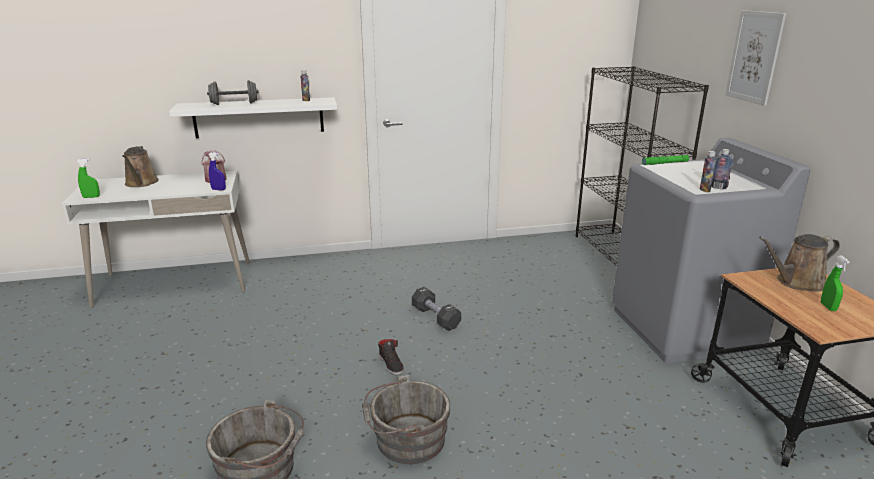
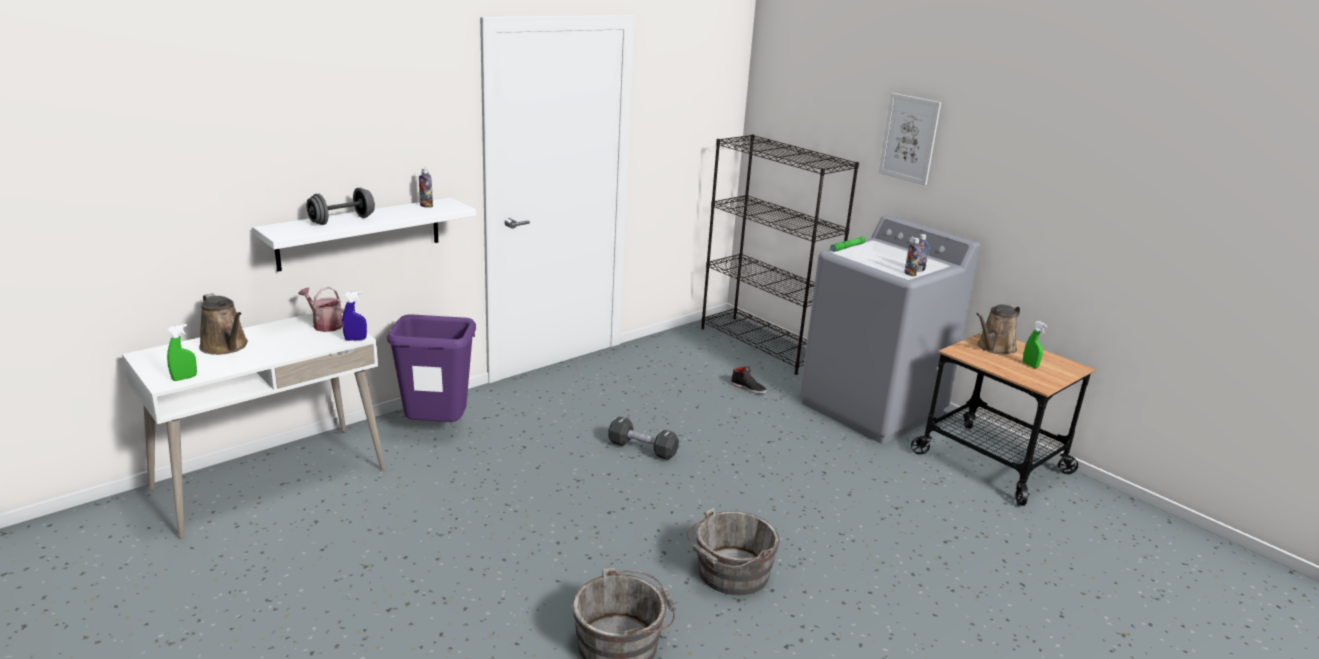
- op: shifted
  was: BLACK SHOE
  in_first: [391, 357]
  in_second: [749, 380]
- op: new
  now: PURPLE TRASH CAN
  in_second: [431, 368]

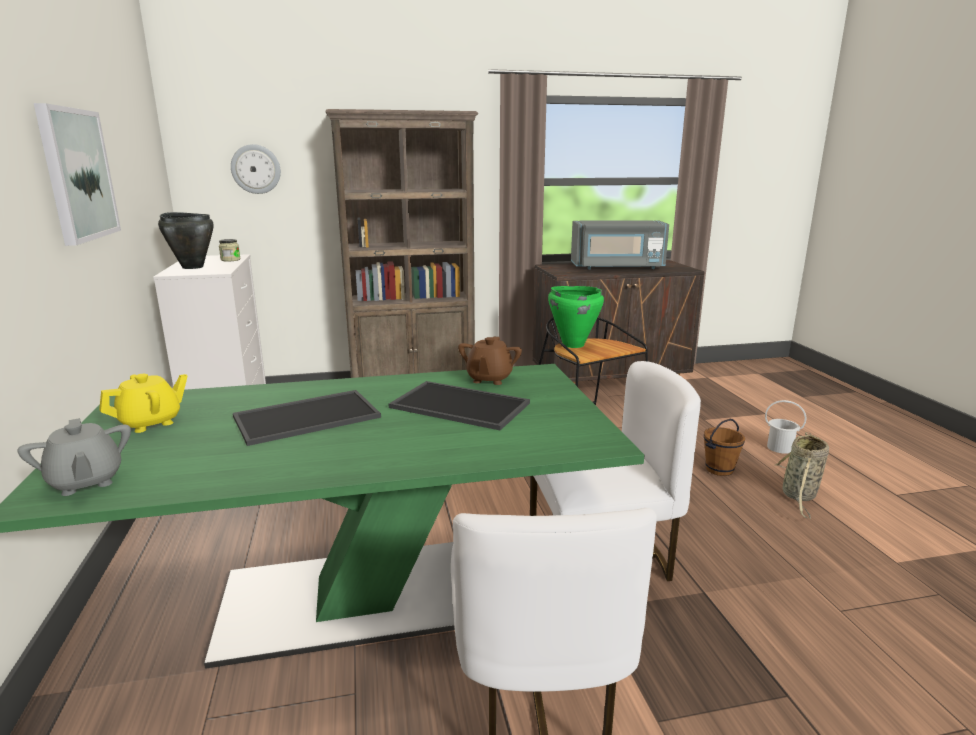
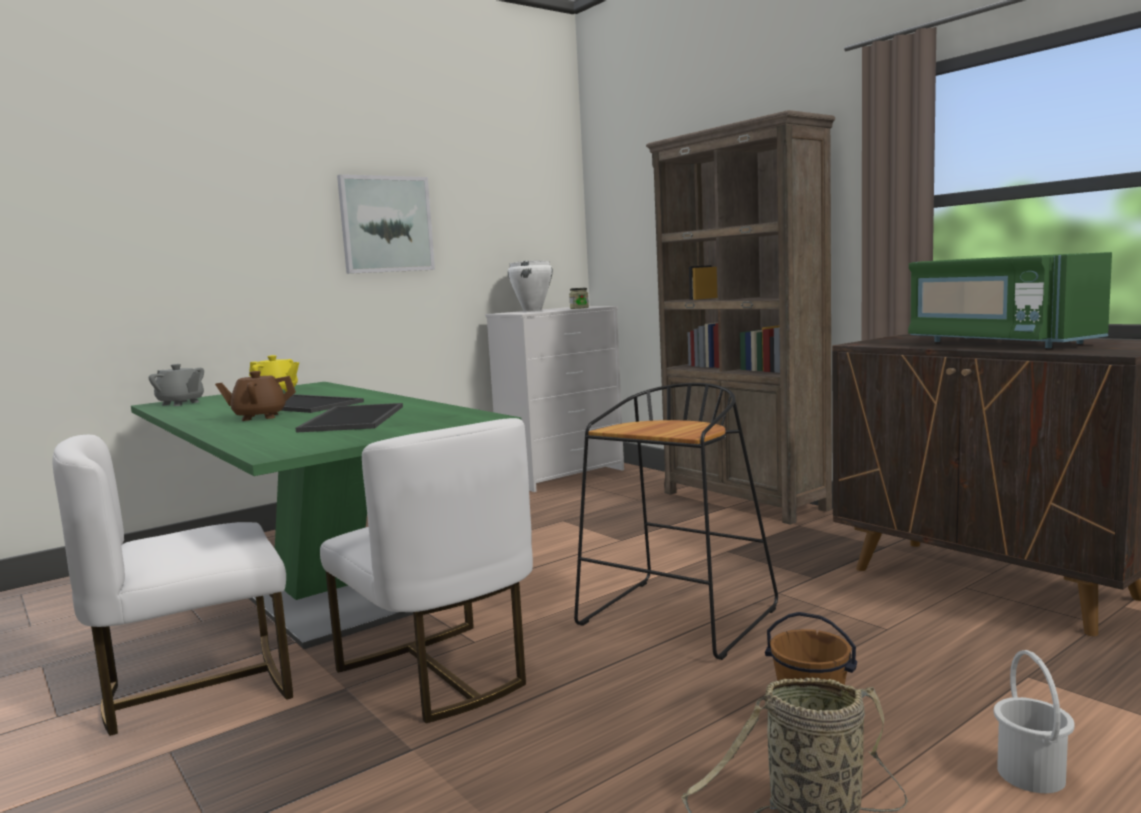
- op: gone
  was: WALL CLOCK
  in_first: [256, 169]
- op: repainted
  was: BLACK COOKING POT
  now: WHITE COOKING POT
  in_first: [186, 240]
  in_second: [530, 286]
- op: repainted
  was: GREY MICROWAVE
  now: GREEN MICROWAVE
  in_first: [620, 244]
  in_second: [1010, 300]
- op: gone
  was: GREEN COOKING POT
  in_first: [576, 317]
- op: shifted
  was: BROWN TEAPOT
  in_first: [490, 360]
  in_second: [255, 396]
- op: rotated
  was: GREY TEAPOT
  in_first: [74, 457]
  in_second: [176, 385]
  clockwise: -90

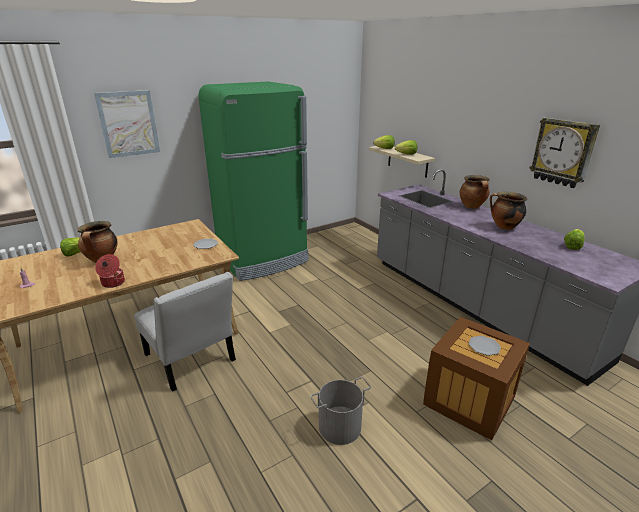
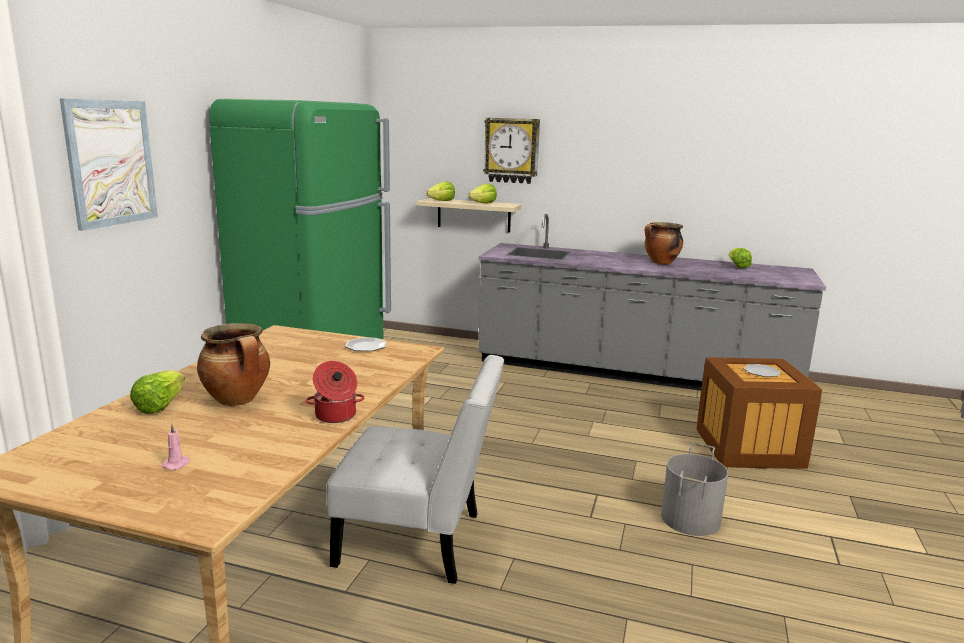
- op: shifted
  was: WALL CLOCK
  in_first: [564, 152]
  in_second: [511, 151]
- op: gone
  was: COOKING POT
  in_first: [474, 192]

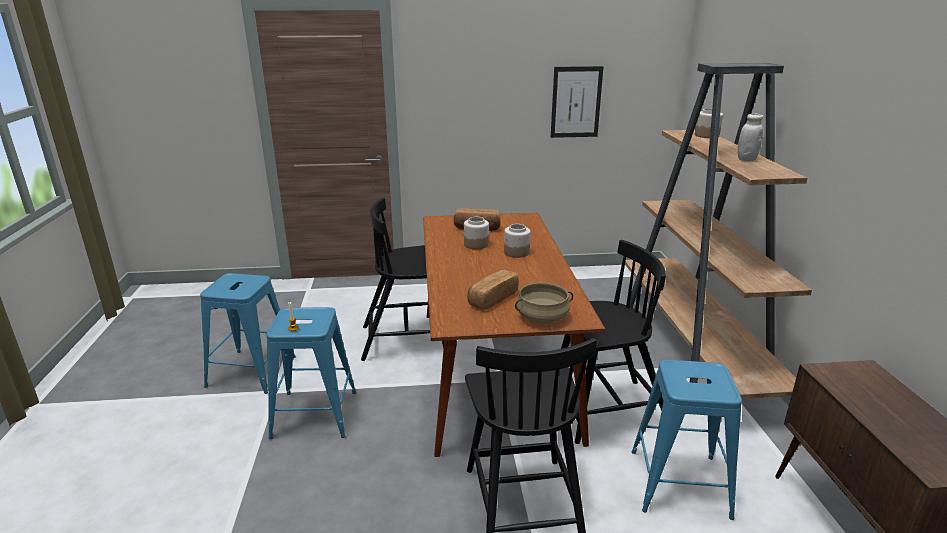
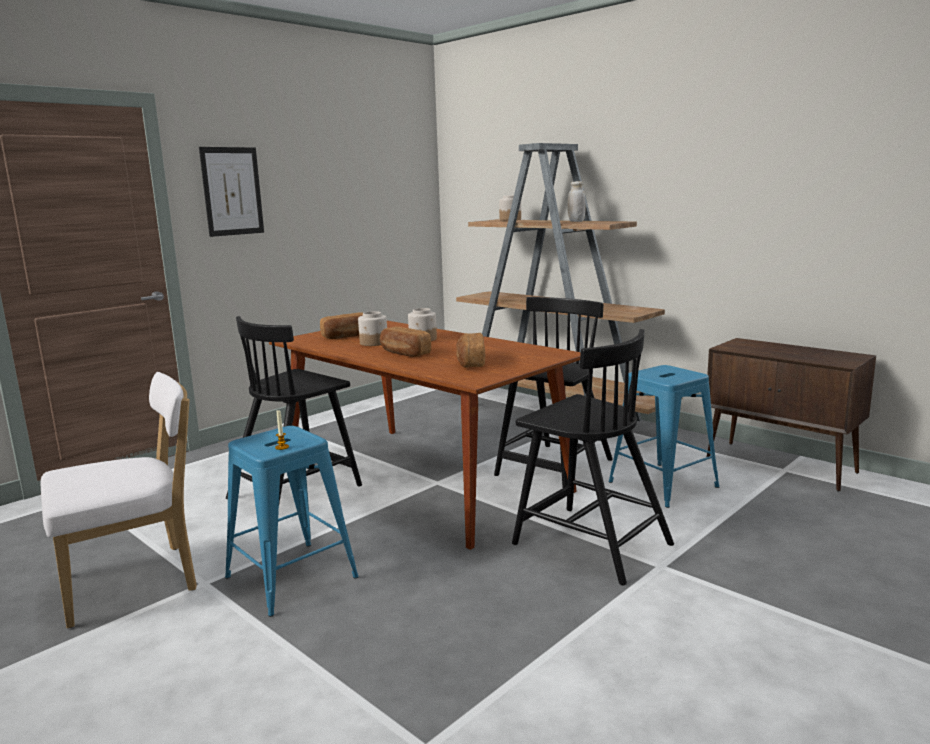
- op: shifted
  was: PICTURE
  in_first: [577, 102]
  in_second: [231, 192]
- op: swapped
  was: BLUE STOOL
  now: WHITE CHAIR
  in_first: [248, 333]
  in_second: [119, 500]
- op: gone
  was: BEIGE COOKING POT
  in_first: [544, 302]
- op: new
  now: BREAD
  in_second: [405, 341]

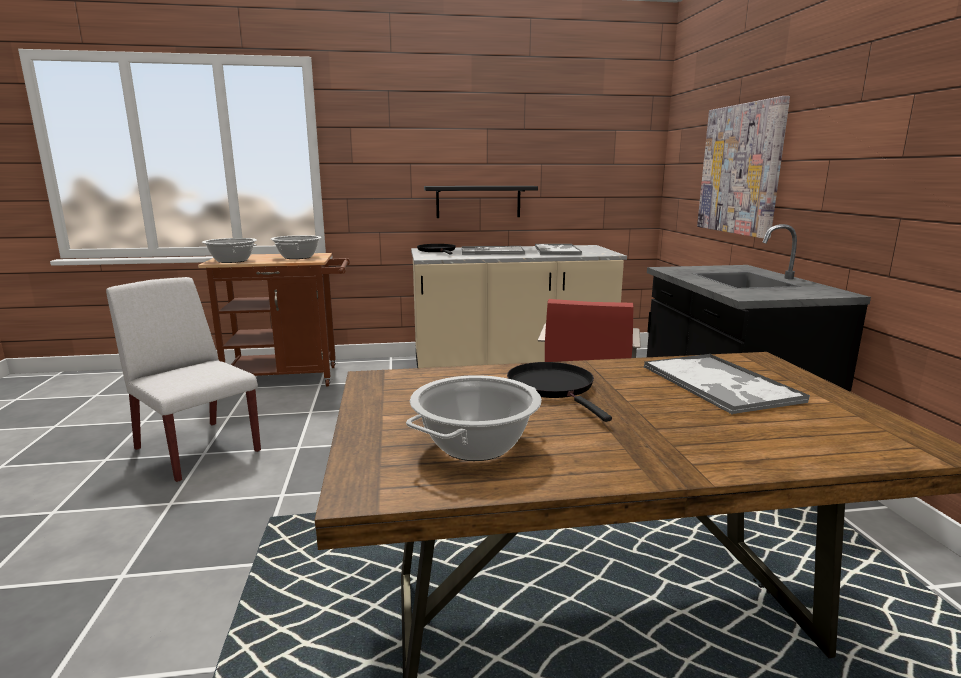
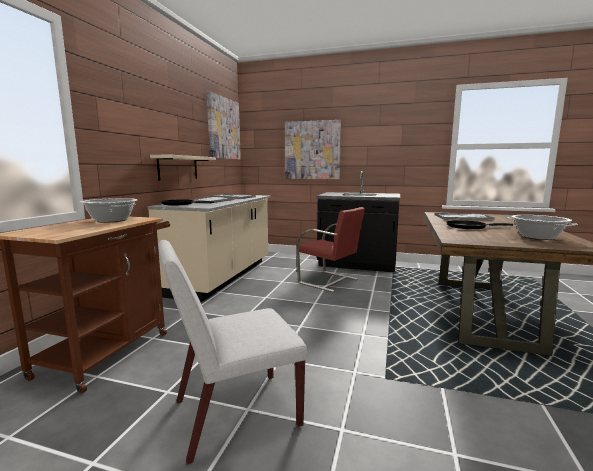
- op: repainted
  was: BLACK SHELF
  now: BEIGE SHELF
  in_first: [481, 202]
  in_second: [183, 168]
- op: gone
  was: COOKING POT
  in_first: [229, 250]
- op: new
  now: PICTURE
  in_second: [224, 125]

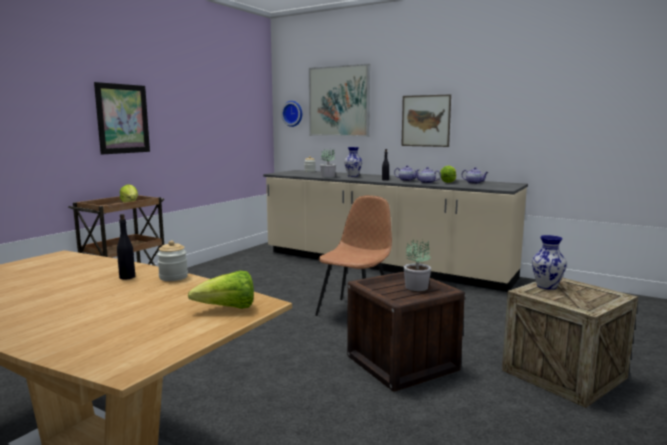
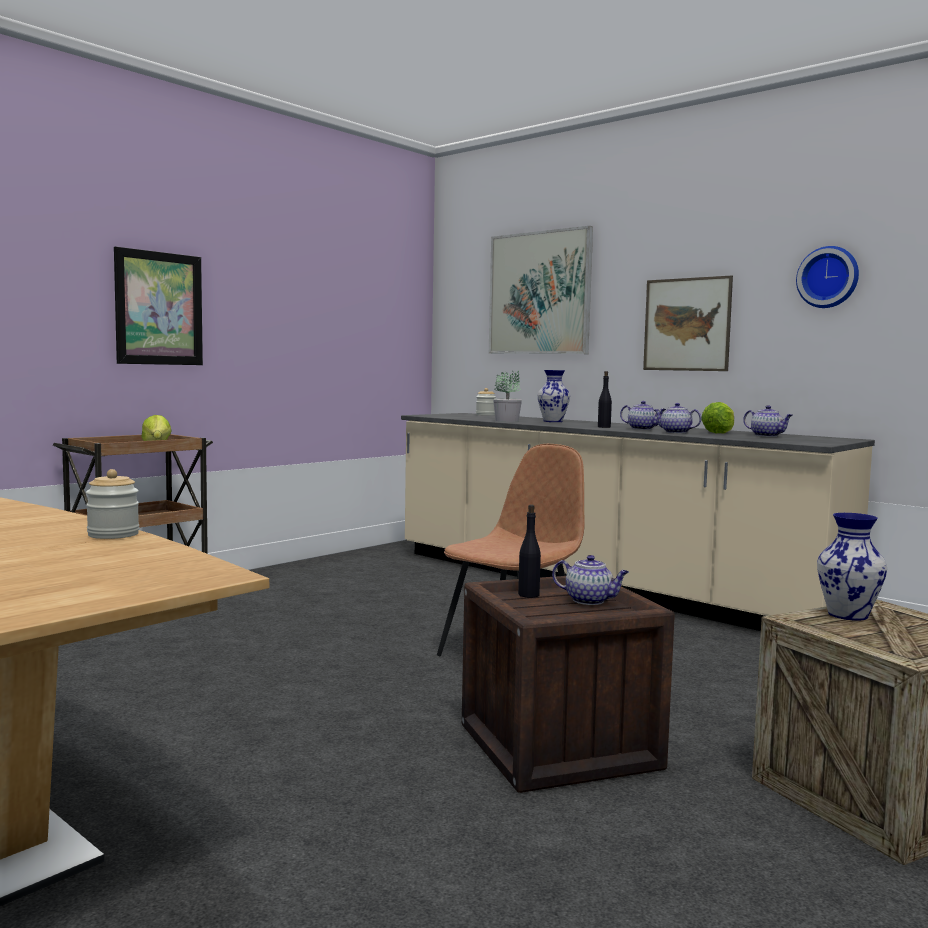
- op: shifted
  was: WALL CLOCK
  in_first: [291, 114]
  in_second: [827, 277]
- op: shifted
  was: BLACK BOTTLE
  in_first: [126, 247]
  in_second: [529, 551]
- op: swapped
  was: POTTED PLANT
  now: TEAPOT
  in_first: [417, 265]
  in_second: [590, 580]
- op: gone
  was: LETTUCE
  in_first: [221, 290]

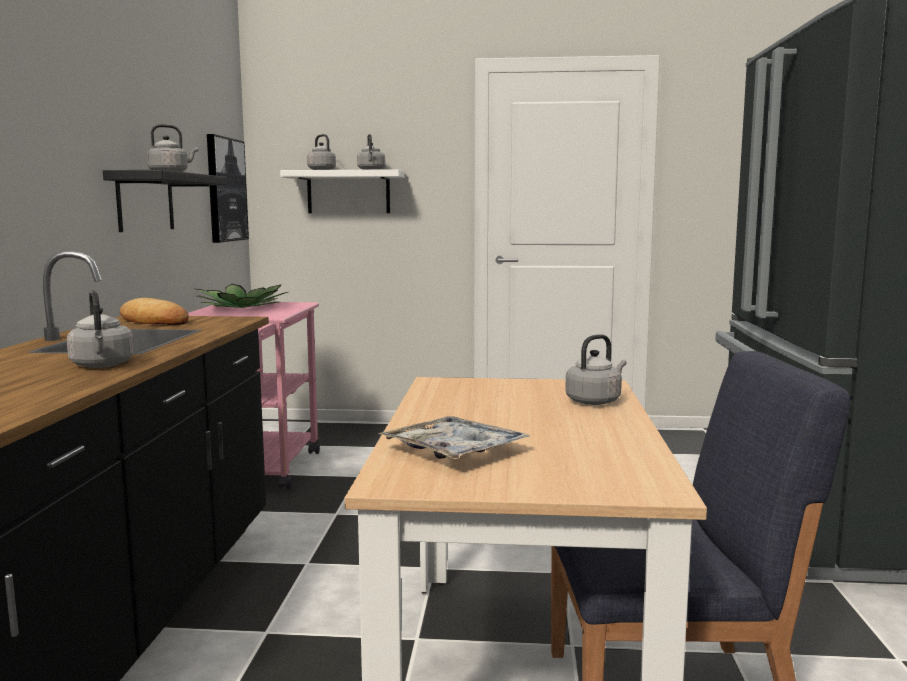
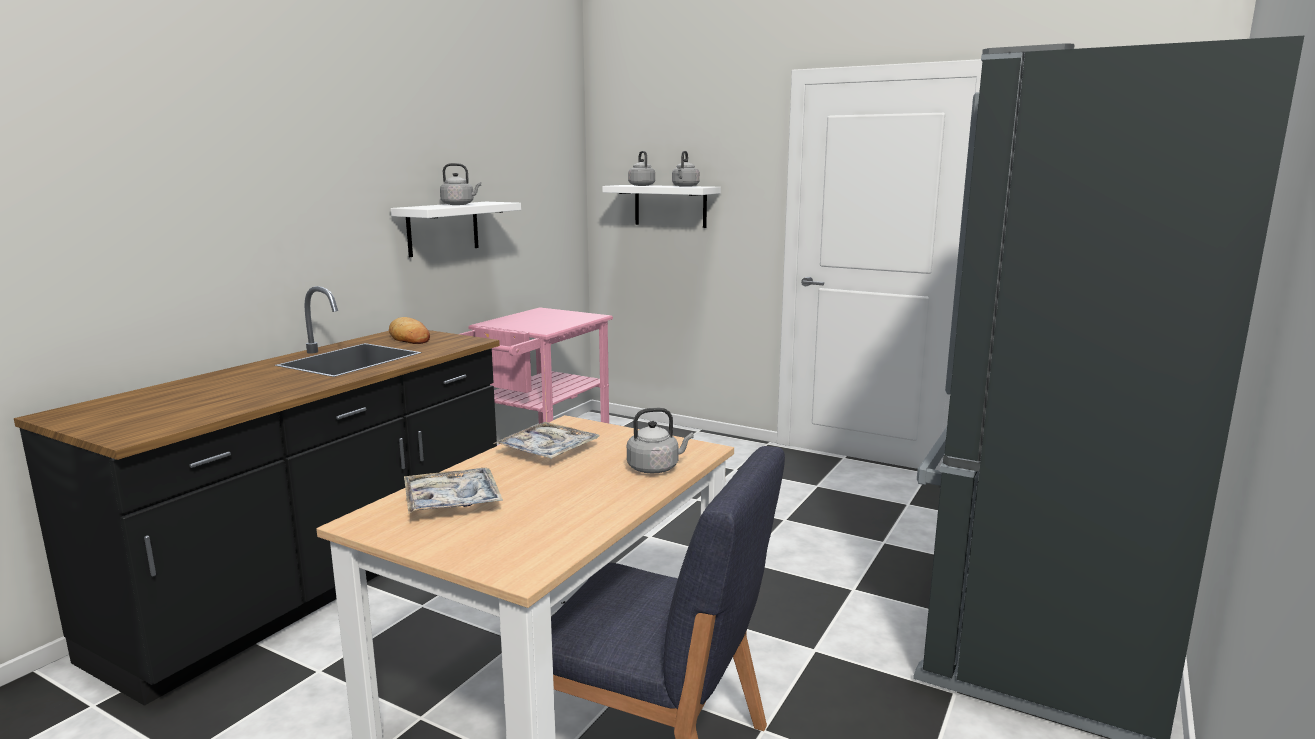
- op: gone
  was: PICTURE
  in_first: [228, 188]
- op: repainted
  was: BLACK SHELF
  now: WHITE SHELF
  in_first: [165, 201]
  in_second: [456, 229]
- op: gone
  was: POTTED PLANT
  in_first: [240, 296]
- op: gone
  was: GREY KETTLE
  in_first: [100, 329]
- op: new
  now: TRAY
  in_second: [546, 440]

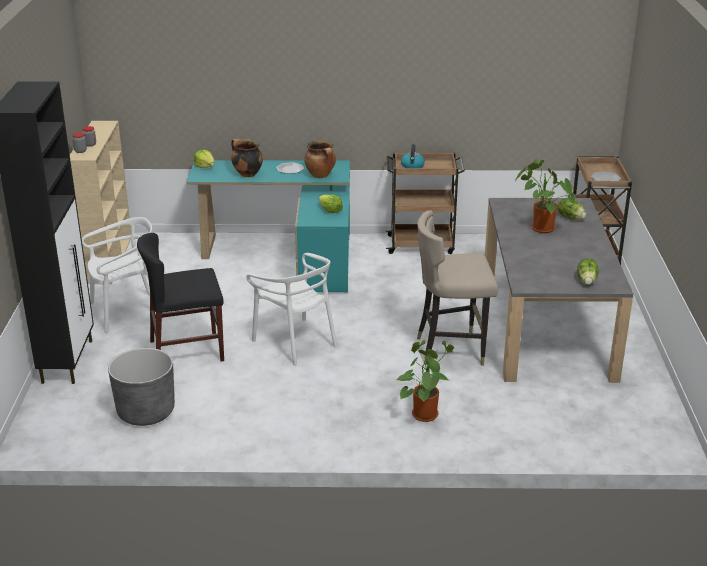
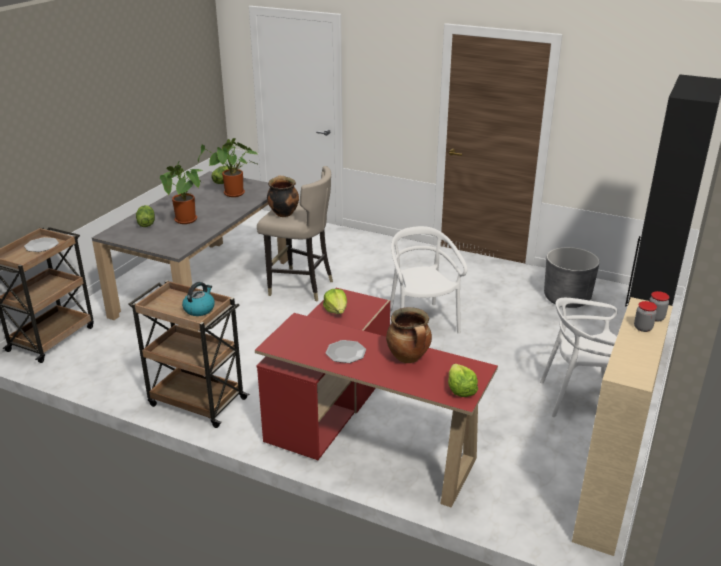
- op: shifted
  was: COOKING POT
  in_first: [320, 159]
  in_second: [283, 196]
- op: repainted
  was: TURQUOISE DESK
  now: RED DESK
  in_first: [268, 226]
  in_second: [376, 398]
- op: gone
  was: BLACK CHAIR
  in_first: [180, 297]
- op: shifted
  was: POTTED PLANT
  in_first: [425, 381]
  in_second: [228, 167]

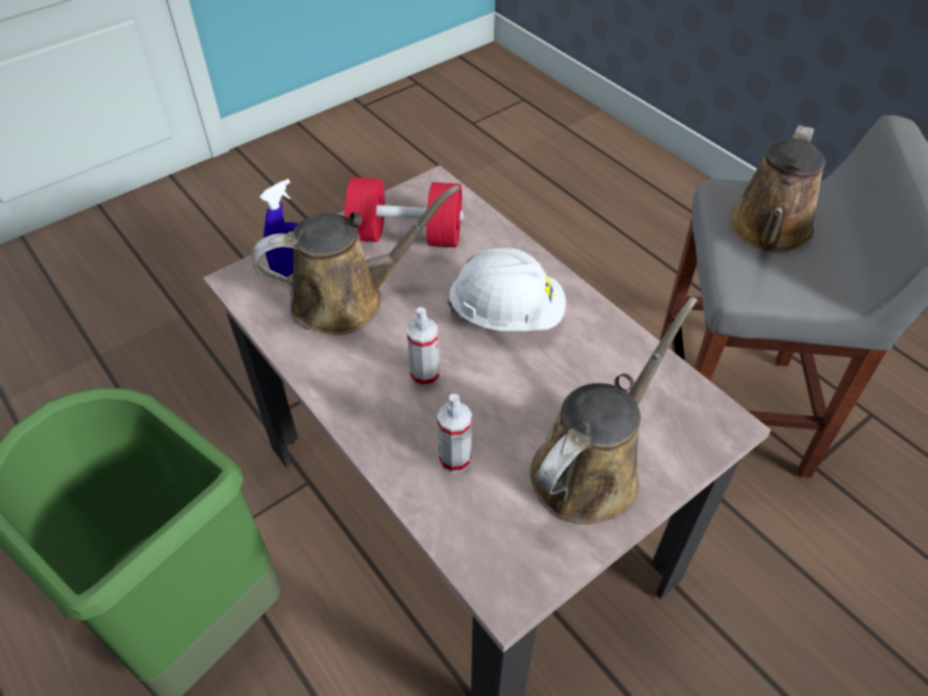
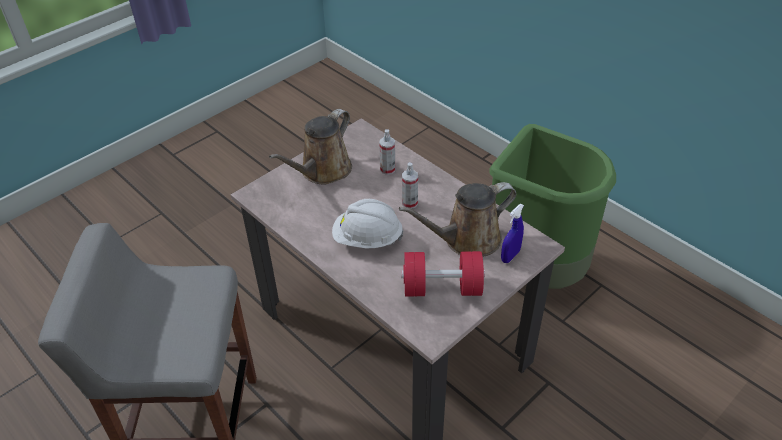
- op: gone
  was: BROWN WATERING CAN
  in_first: [777, 188]

